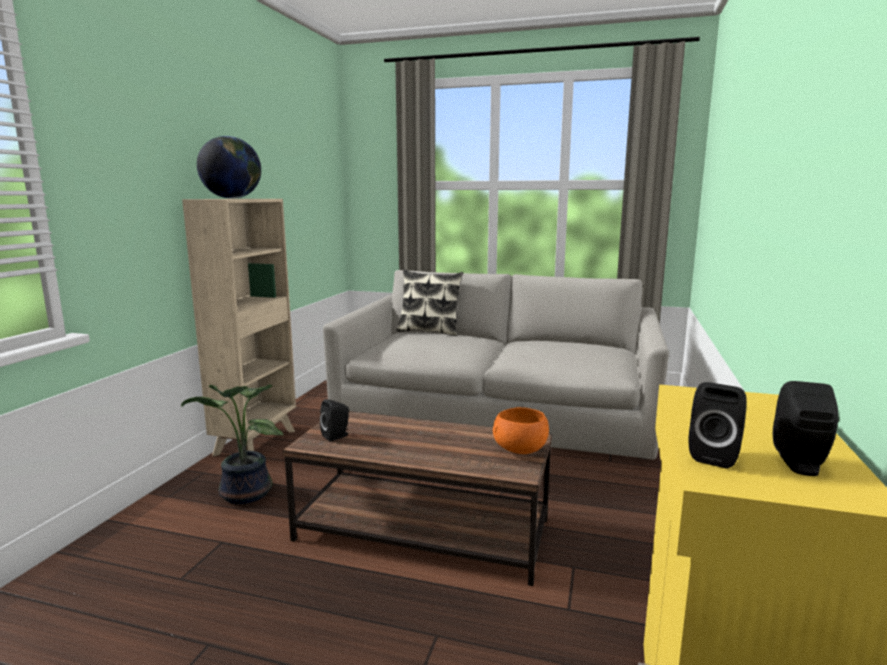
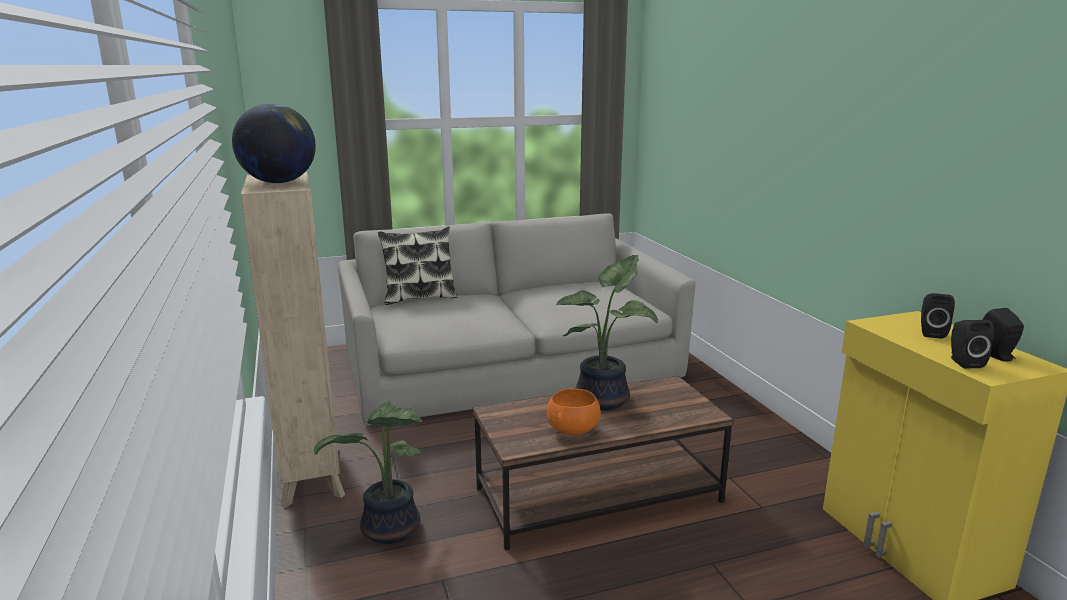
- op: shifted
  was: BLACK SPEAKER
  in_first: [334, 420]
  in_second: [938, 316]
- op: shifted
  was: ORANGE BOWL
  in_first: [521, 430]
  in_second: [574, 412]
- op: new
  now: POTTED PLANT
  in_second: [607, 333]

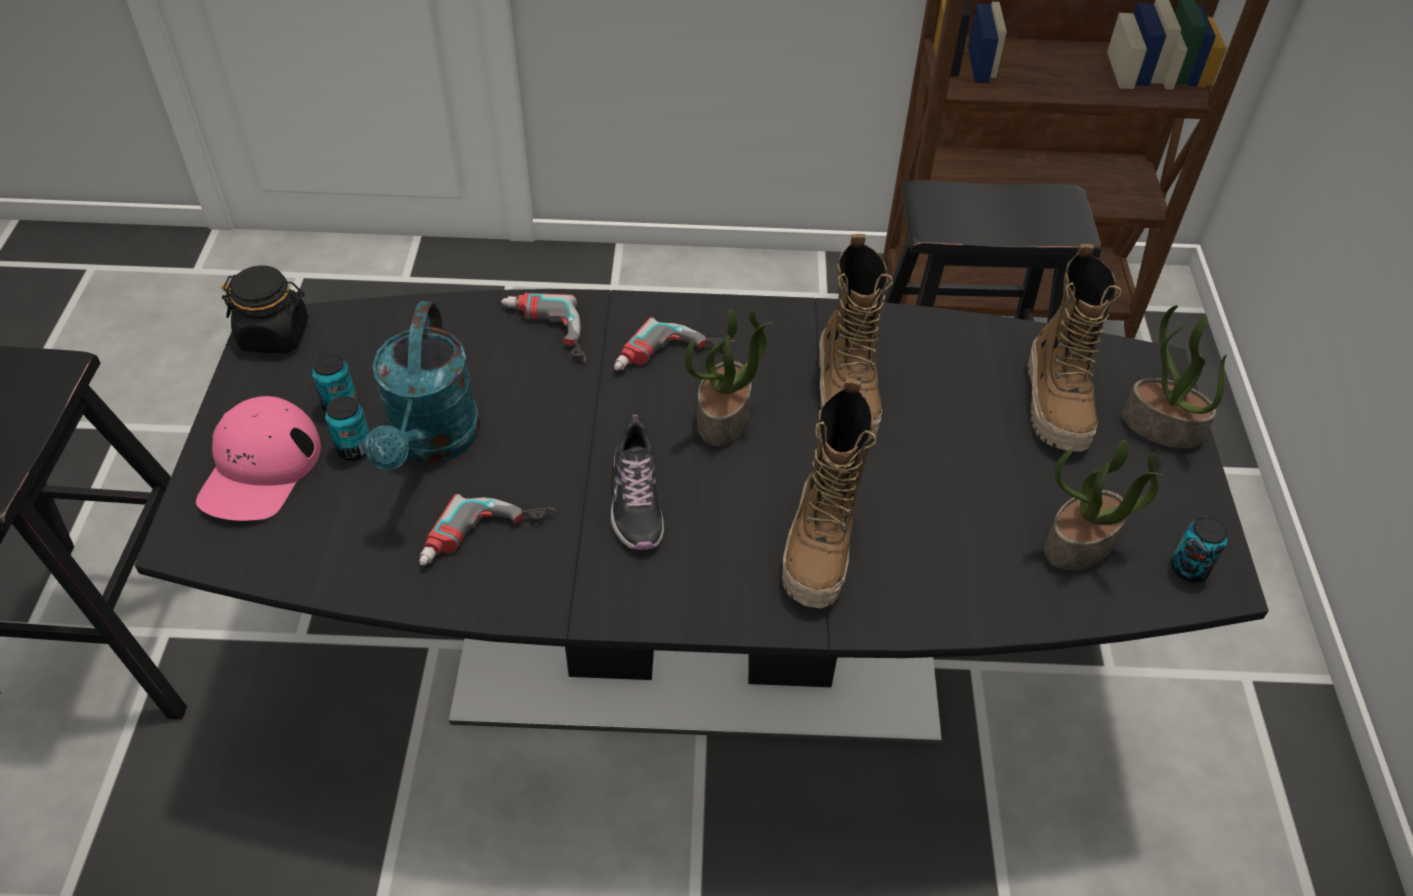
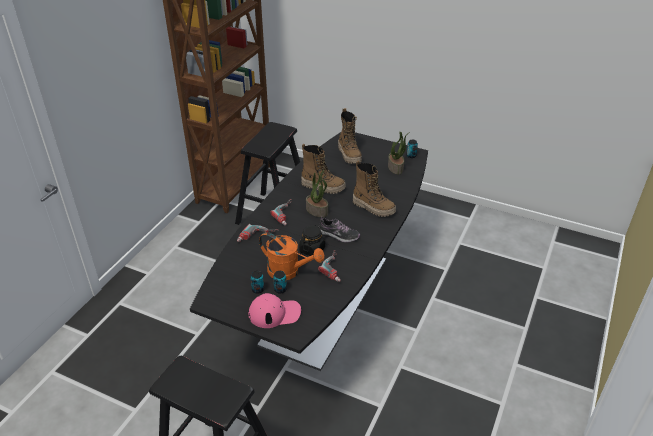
- op: rotated
  was: BOOT
  in_first: [1074, 348]
  in_second: [350, 136]
  clockwise: 45
- op: shifted
  was: BLACK JAR
  in_first: [265, 309]
  in_second: [312, 240]
- op: repainted
  was: TURQUOISE WATERING CAN
  now: ORANGE WATERING CAN
  in_first: [422, 385]
  in_second: [292, 256]
- op: gone
  was: POTTED PLANT
  in_first: [1174, 376]
- op: rotated
  was: PINK CAP
  in_first: [258, 458]
  in_second: [274, 310]
  clockwise: -45

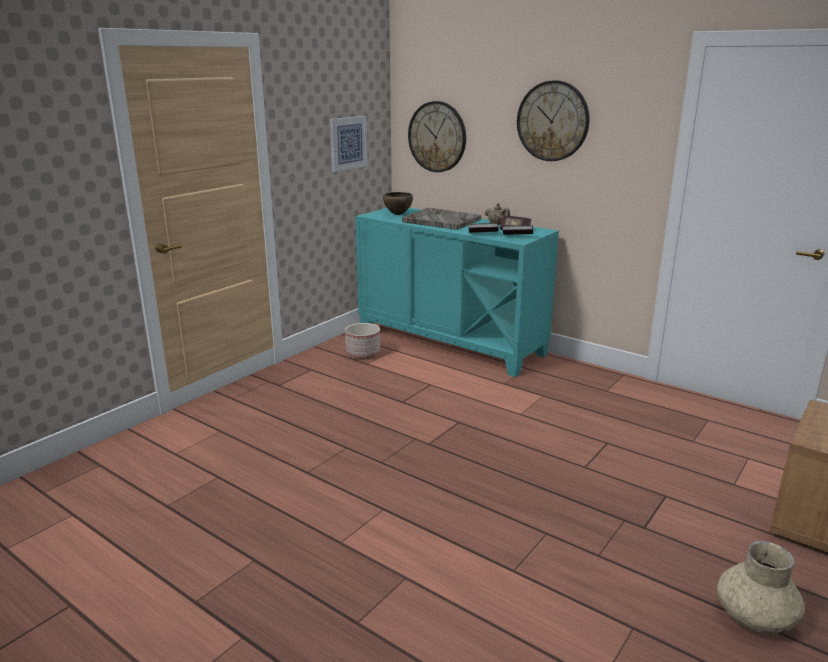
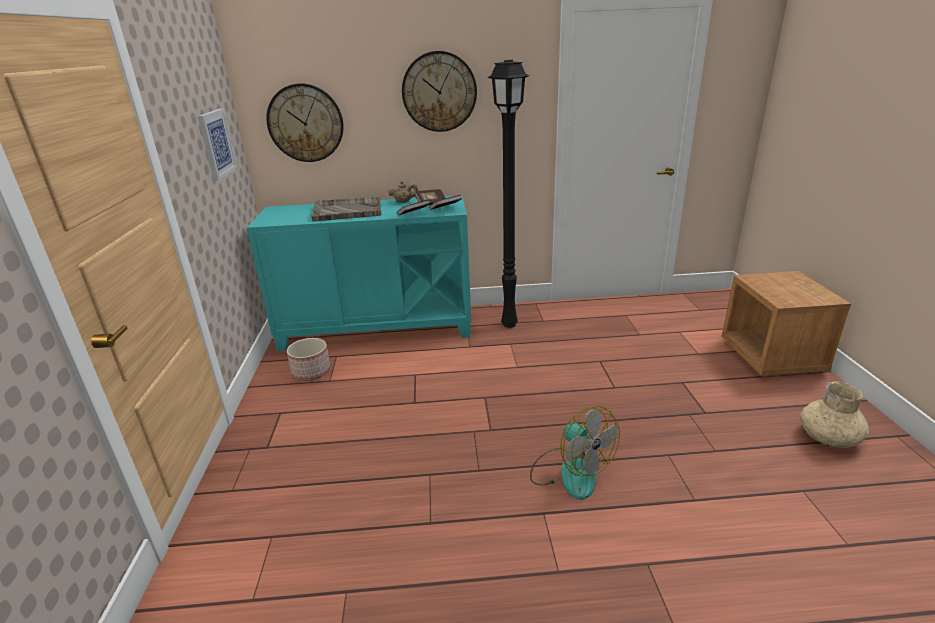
- op: gone
  was: BROWN BOWL
  in_first: [398, 203]
- op: new
  now: BLACK FLOOR LAMP
  in_second: [508, 194]
- op: new
  now: FAN
  in_second: [575, 453]

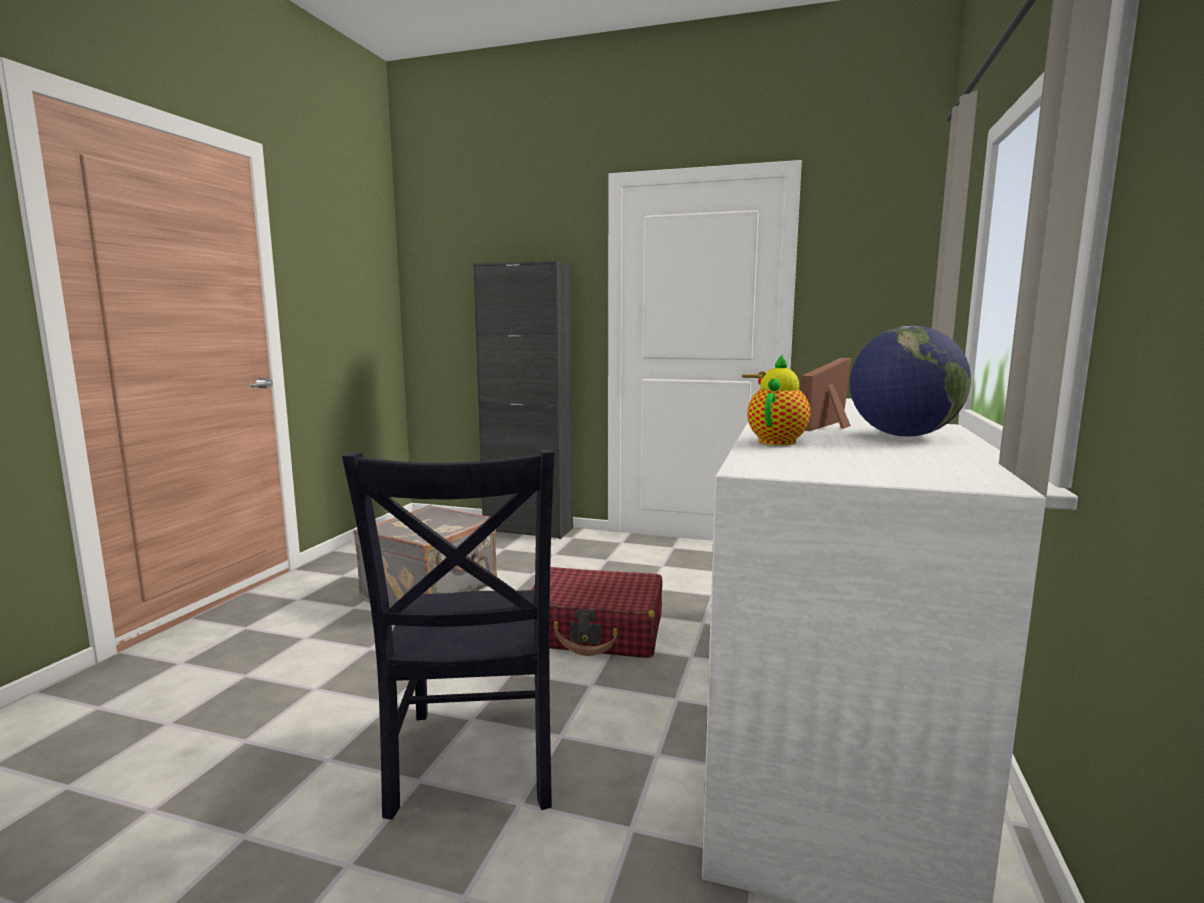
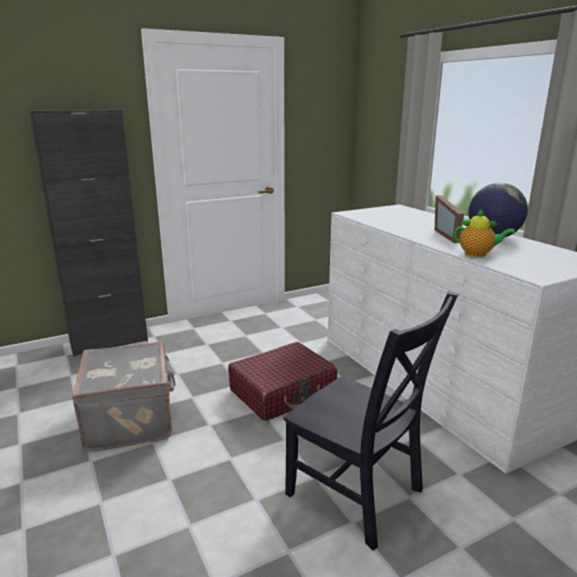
- op: rotated
  was: TEAPOT
  in_first: [779, 399]
  in_second: [484, 233]
  clockwise: 120

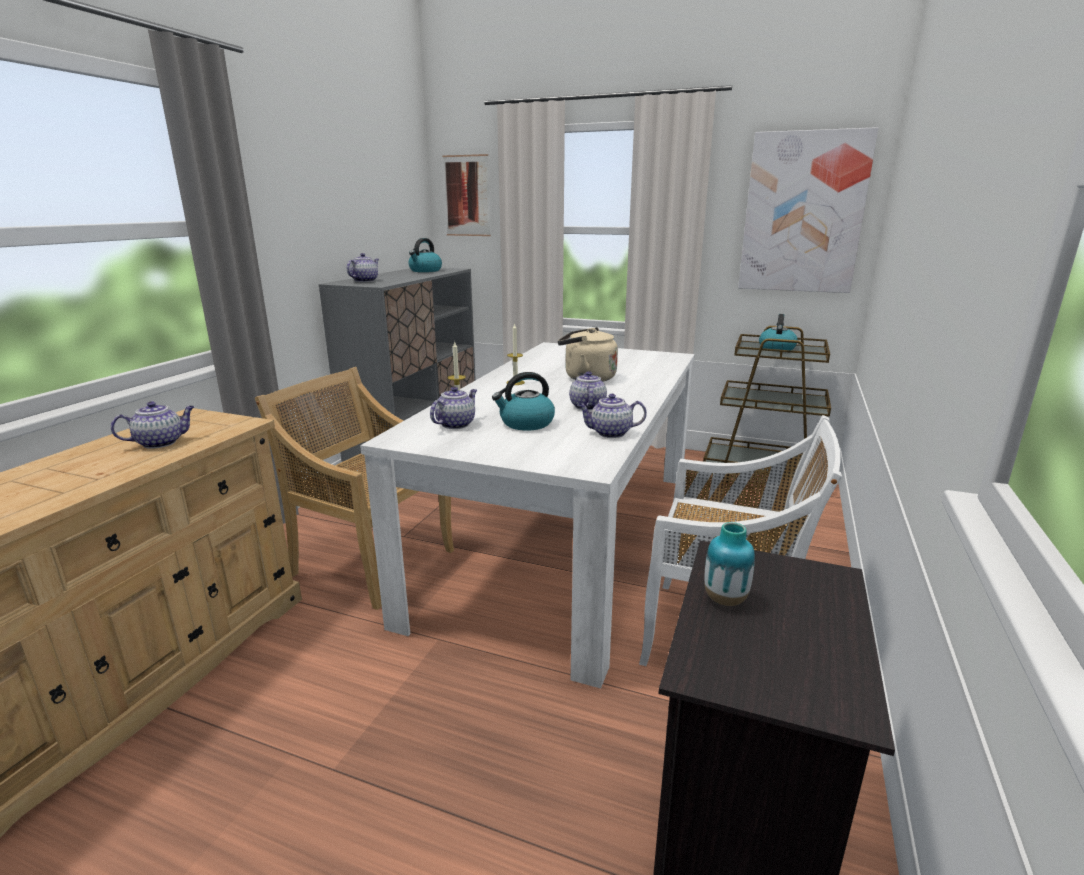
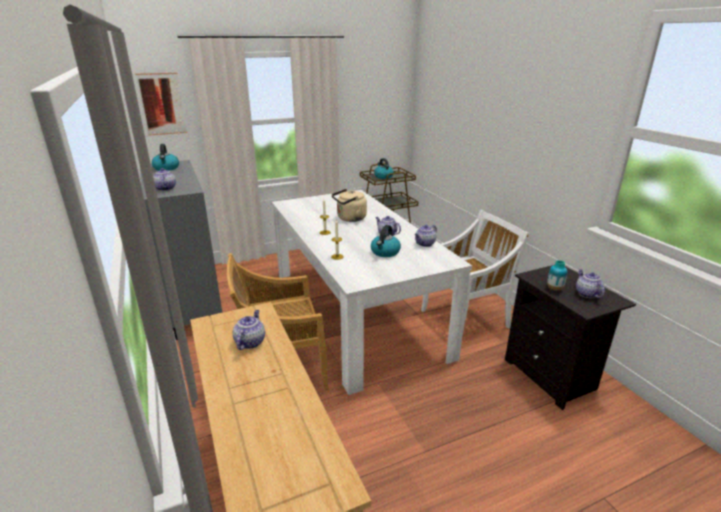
- op: gone
  was: PICTURE
  in_first: [808, 210]
- op: shifted
  was: TEAPOT
  in_first: [453, 408]
  in_second: [590, 283]

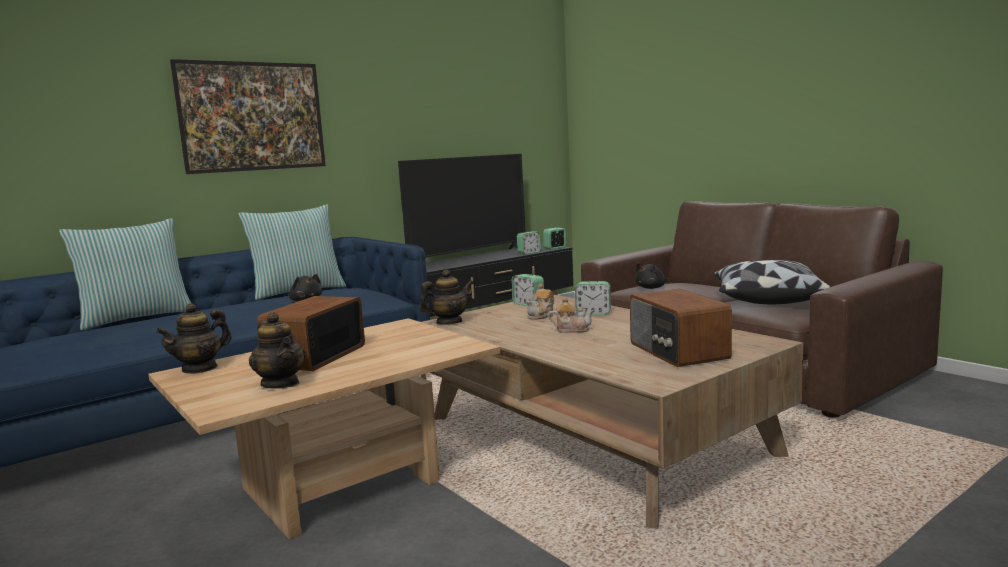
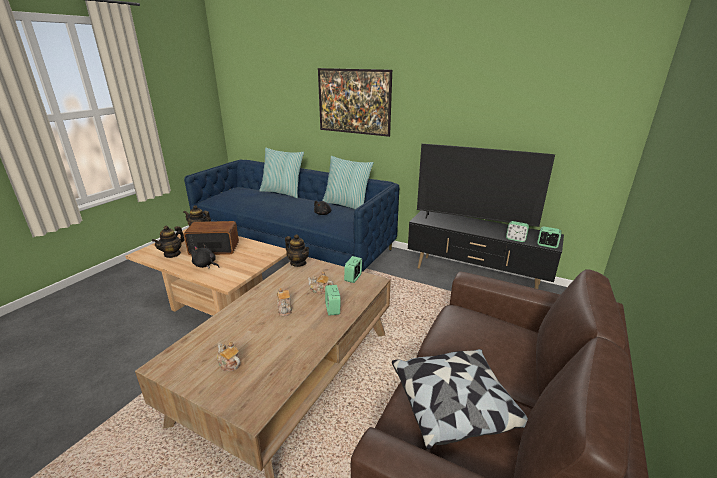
- op: shifted
  was: BLACK PLUSH TOY
  in_first: [651, 275]
  in_second: [205, 256]
- op: swapped
  was: RADIO
  now: TEAPOT
  in_first: [681, 328]
  in_second: [228, 356]

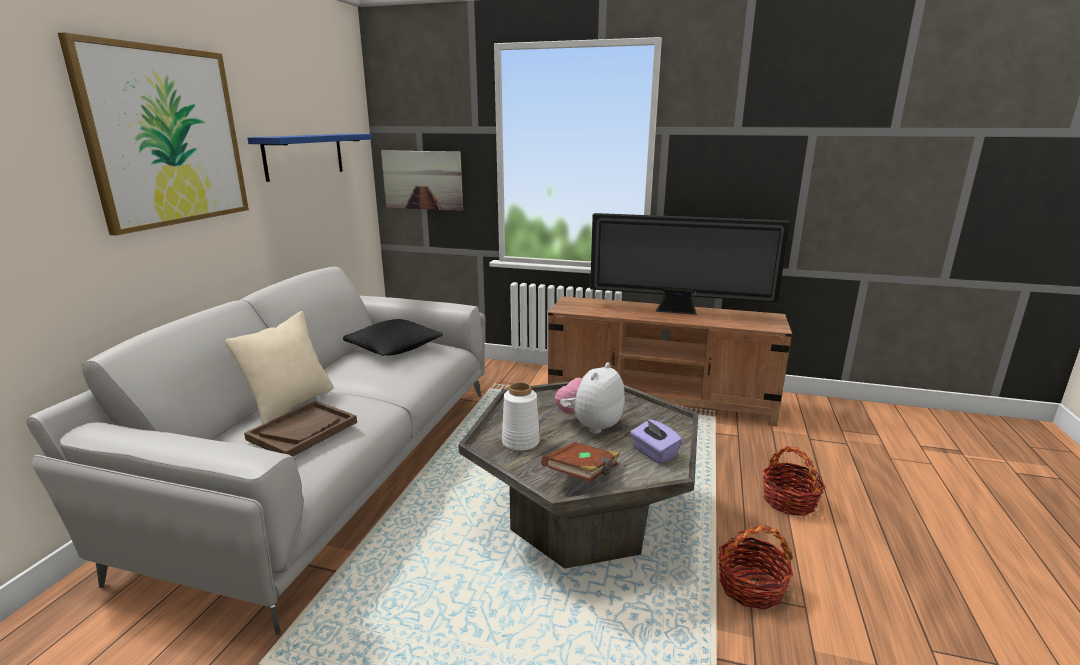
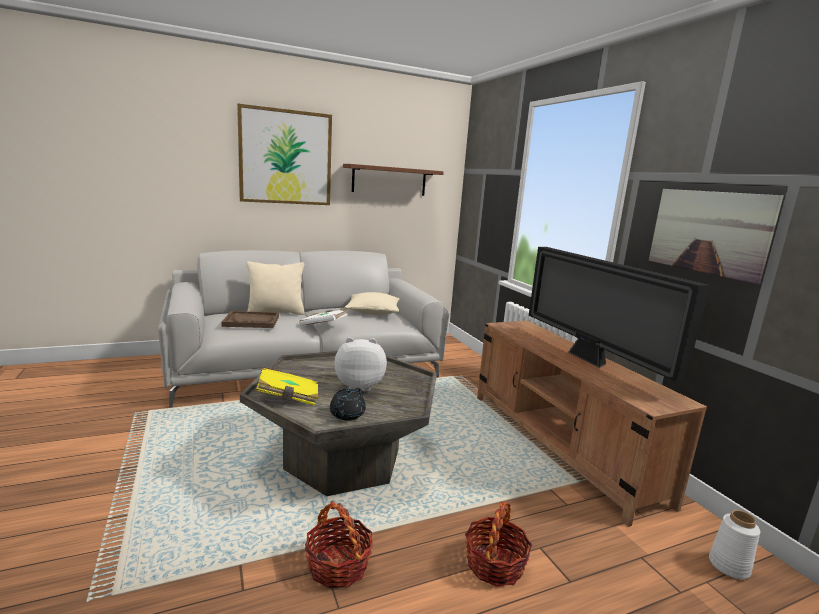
- op: repainted
  was: BLUE SHELF
  now: BROWN SHELF
  in_first: [310, 158]
  in_second: [393, 180]
- op: shifted
  was: PICTURE
  in_first: [422, 180]
  in_second: [716, 236]
- op: repainted
  was: BLACK PILLOW
  now: BEIGE PILLOW
  in_first: [393, 337]
  in_second: [372, 303]
- op: shifted
  was: WHITE VASE
  in_first: [521, 416]
  in_second: [734, 544]
- op: swapped
  was: PURPLE TISSUE BOX
  now: BLACK TEAPOT
  in_first: [656, 441]
  in_second: [348, 404]
- op: repainted
  was: BROWN BOOK
  now: YELLOW BOOK
  in_first: [581, 462]
  in_second: [287, 386]
- op: new
  now: WHITE BOOK
  in_second: [323, 317]

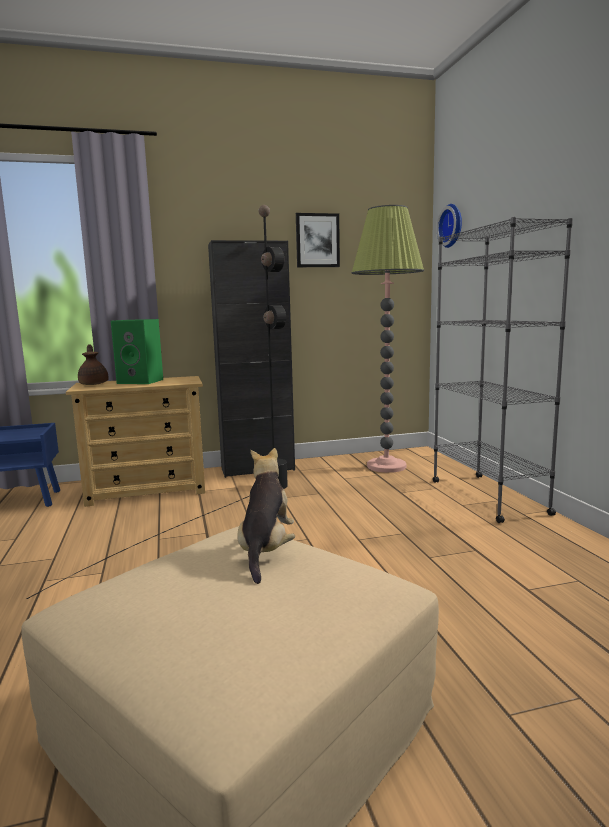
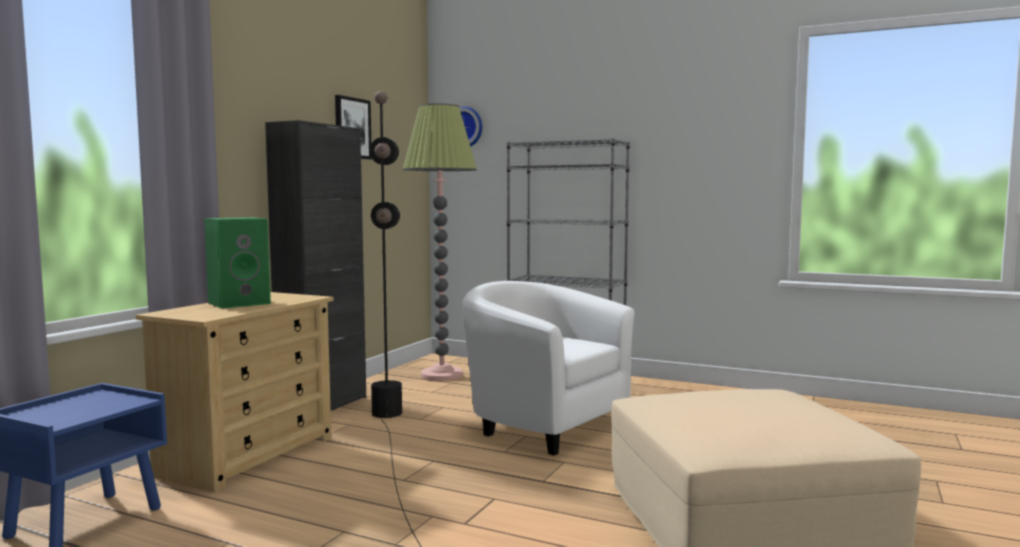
- op: gone
  was: BROWN TEAPOT
  in_first: [93, 364]
- op: gone
  was: PLUSH TOY
  in_first: [266, 516]
- op: new
  now: WHITE ARMCHAIR
  in_second: [548, 368]

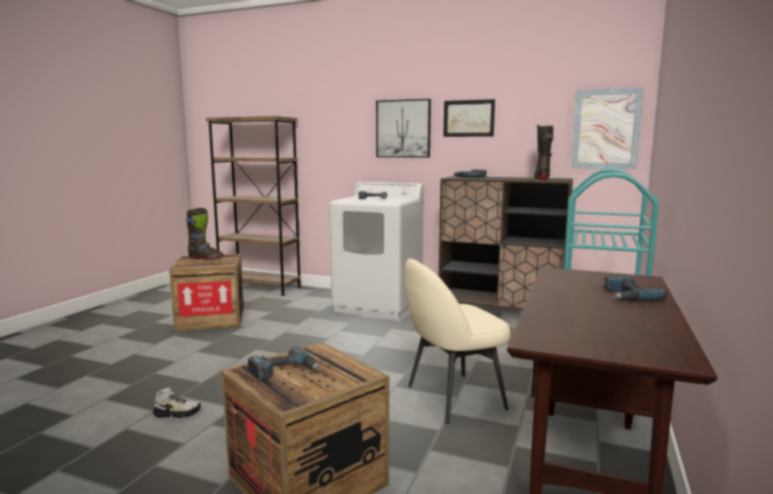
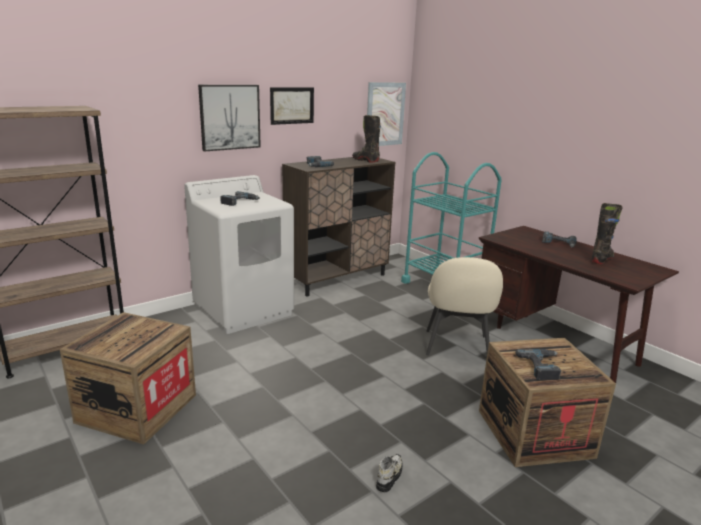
- op: shifted
  was: BLACK BOOT
  in_first: [205, 234]
  in_second: [607, 233]

